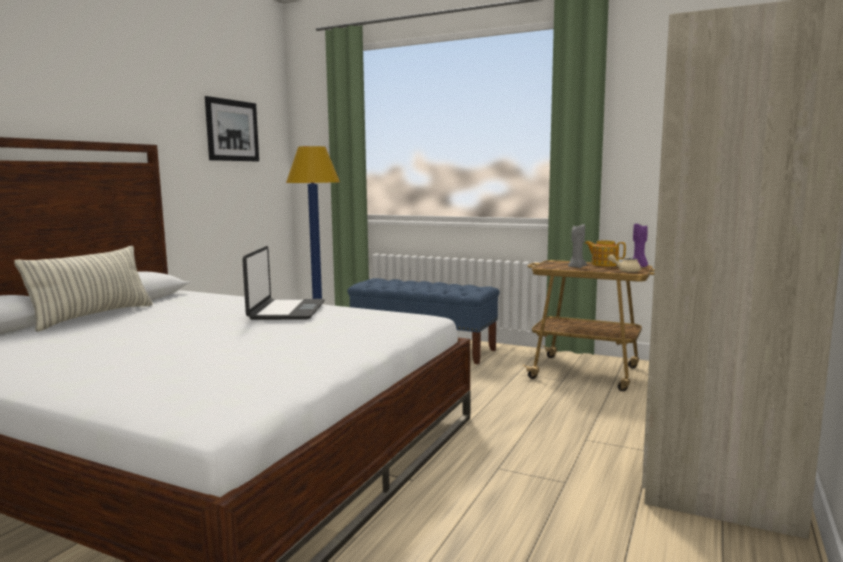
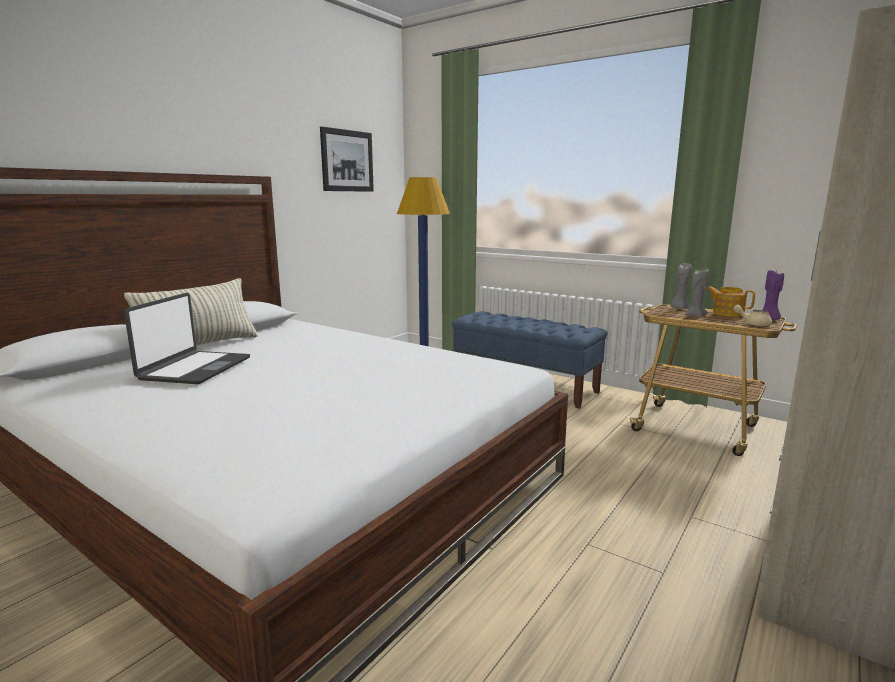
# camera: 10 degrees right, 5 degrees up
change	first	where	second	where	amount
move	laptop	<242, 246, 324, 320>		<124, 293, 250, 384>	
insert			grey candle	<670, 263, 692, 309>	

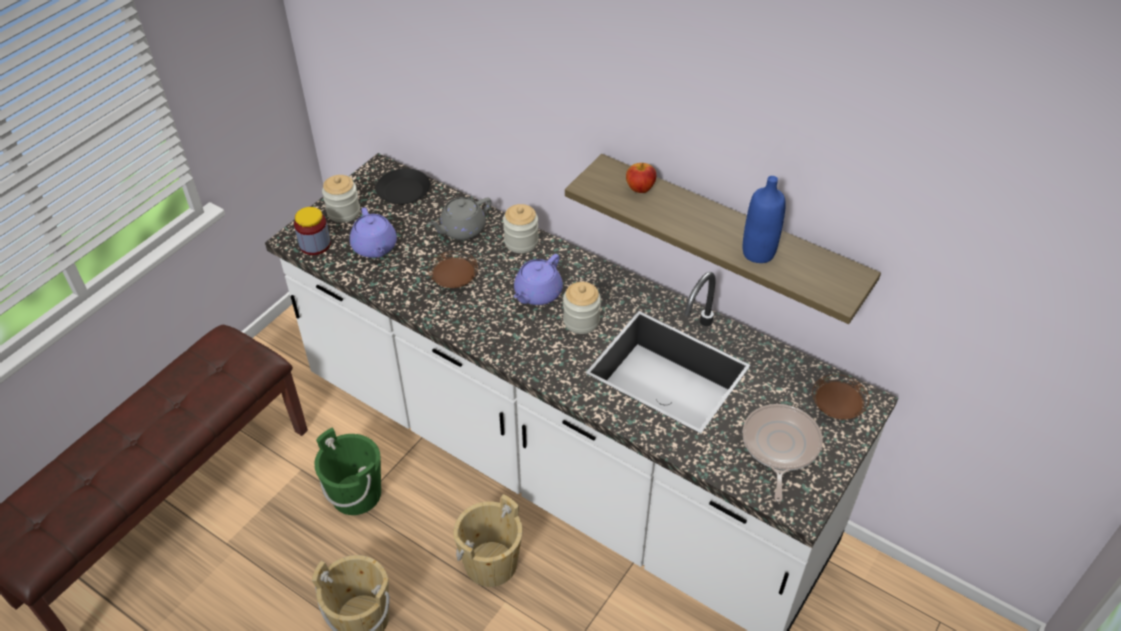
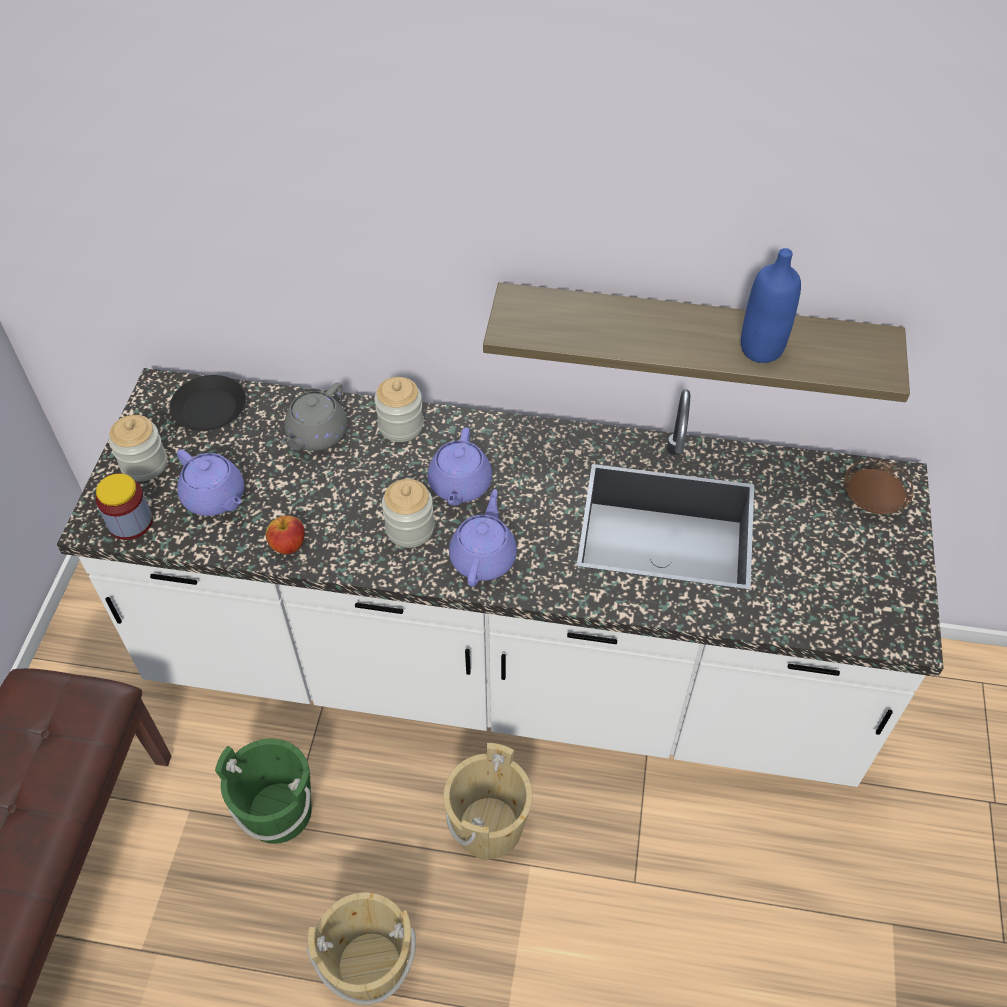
# camera: 25 degrees left, 5 degrees up
change	first	where	second	where	amount
move	apple	<626, 163, 656, 193>		<266, 515, 305, 554>	
move	jar	<563, 282, 601, 334>		<382, 479, 434, 548>	
insert			purple teapot	<449, 489, 517, 587>	
delete	brown plate	<428, 251, 478, 288>			
delete	frying pan	<743, 404, 823, 502>			

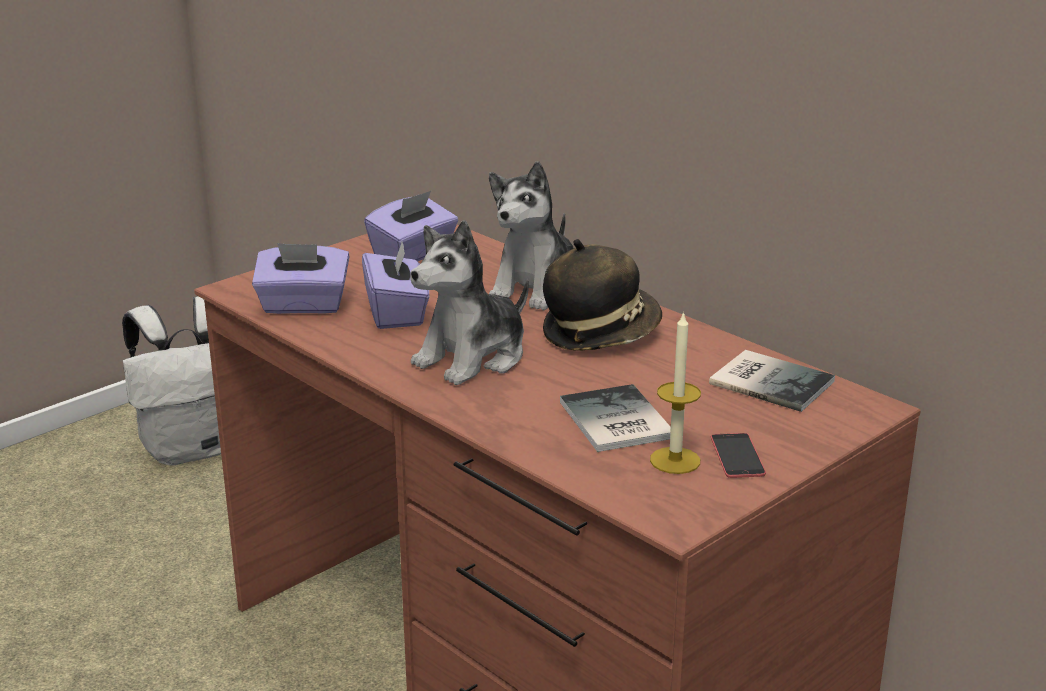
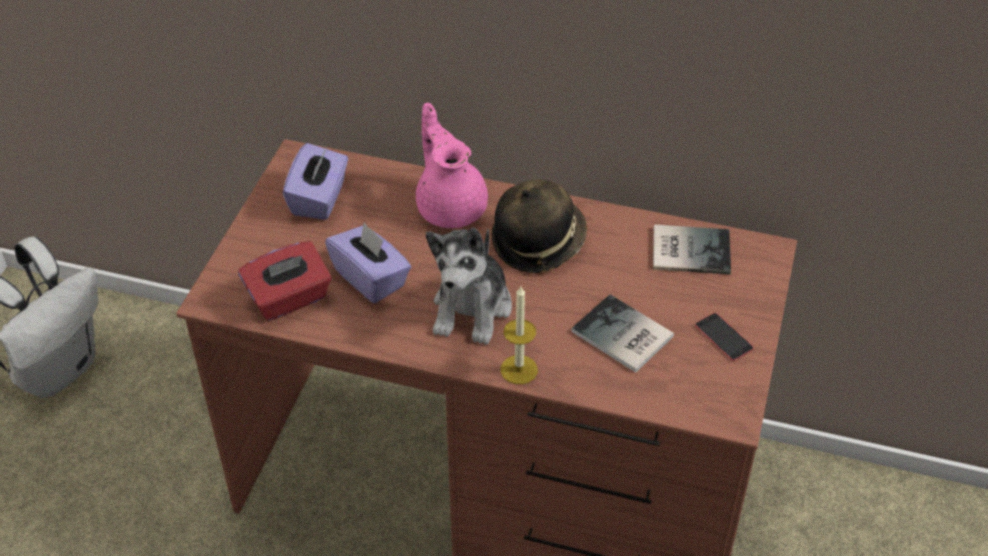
# camera: 30 degrees left, 20 degrees up
change	first	where	second	where	amount
recolor	purple tissue box	<252, 243, 350, 314>	red tissue box	<238, 241, 331, 321>	
replace	plush toy	<489, 161, 574, 311>	pink teapot	<416, 103, 488, 228>	
move	candle	<650, 311, 701, 474>		<501, 287, 538, 384>	

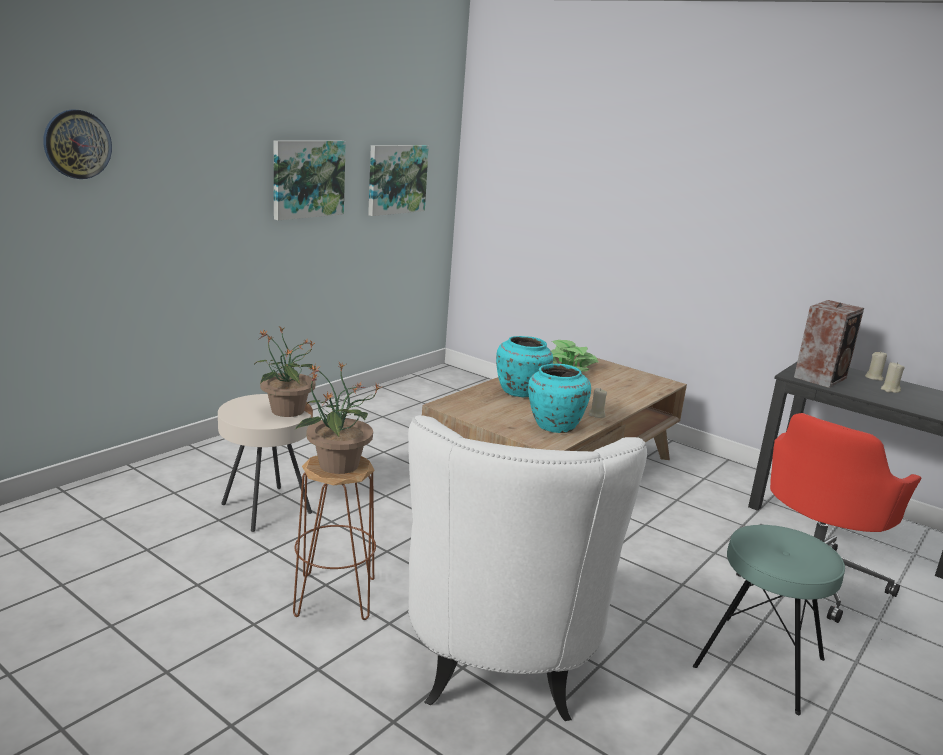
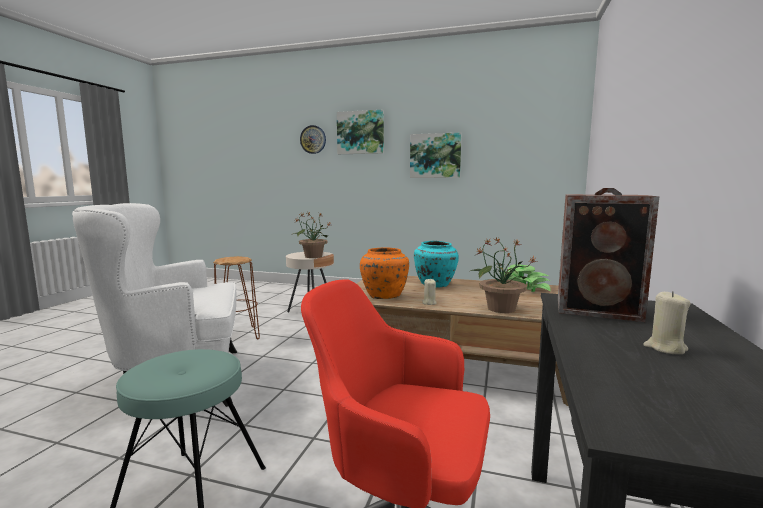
# camera: 70 degrees right, 10 degrees down
change	first	where	second	where	amount
move	picture	<368, 145, 429, 216>		<337, 110, 384, 154>	
recolor	turquoise vase	<528, 364, 591, 433>	orange vase	<360, 248, 409, 299>	
move	potted plant	<295, 361, 381, 474>		<471, 237, 538, 313>	
delete	beige candle	<865, 352, 887, 381>			

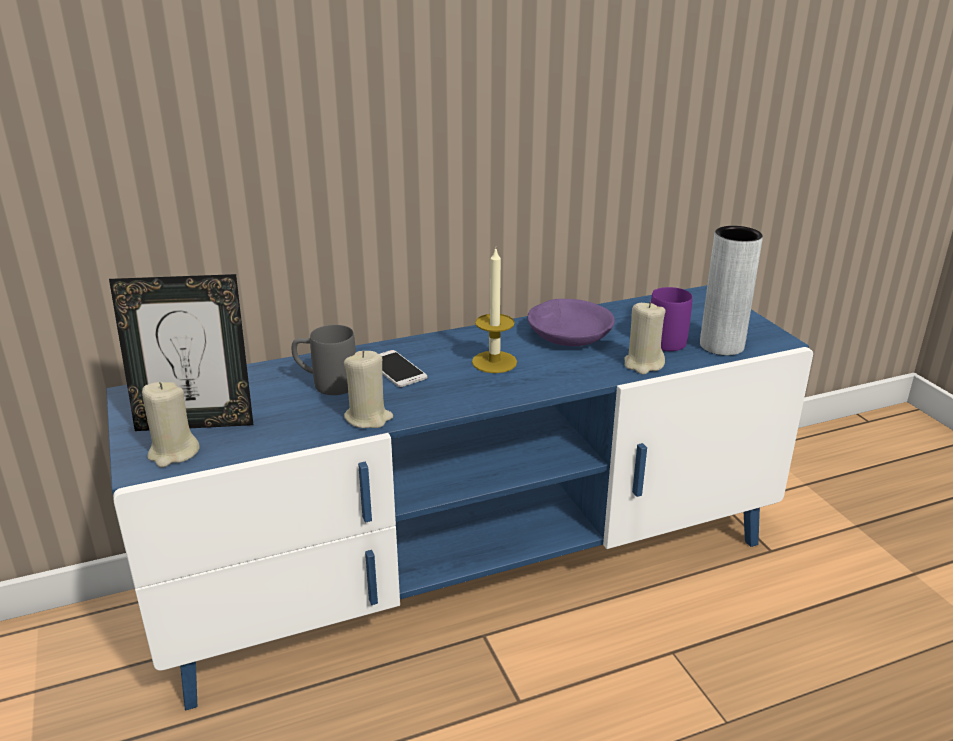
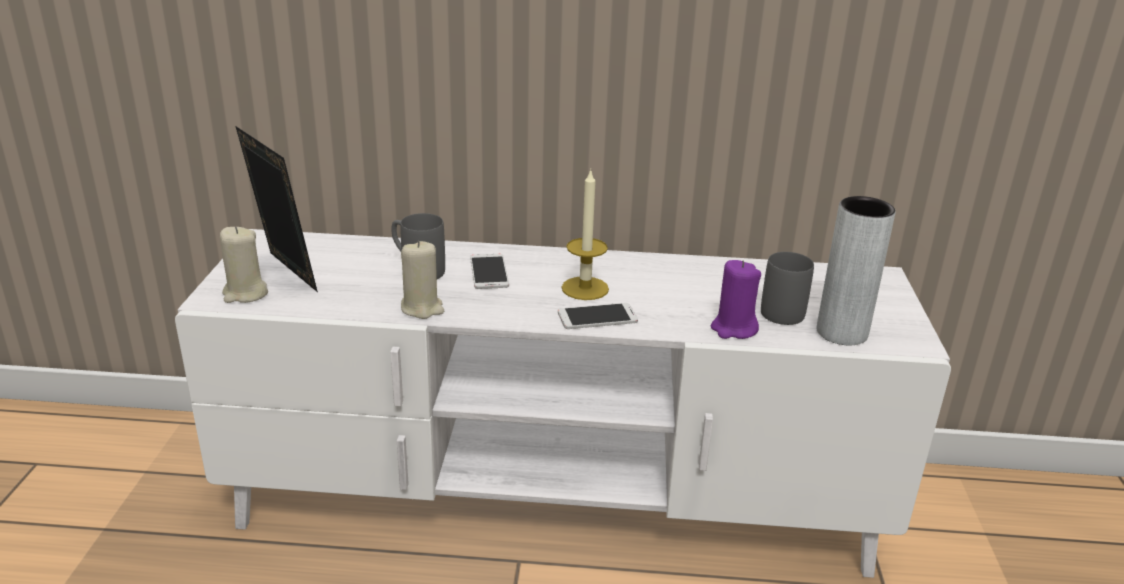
# camera: 25 degrees right, 0 degrees up
change	first	where	second	where	amount
recolor	blue tv stand	<106, 285, 813, 710>	white tv stand	<175, 229, 951, 578>	
rotate	picture frame	<109, 274, 253, 431>		<236, 127, 318, 292>	150 degrees counterclockwise
insert			phone	<558, 303, 638, 329>	
recolor	beige candle	<624, 302, 665, 374>	purple candle	<711, 260, 761, 339>	
recolor	purple mug	<651, 287, 693, 351>	grey mug	<761, 252, 814, 325>	
delete	purple bowl	<528, 299, 615, 346>			

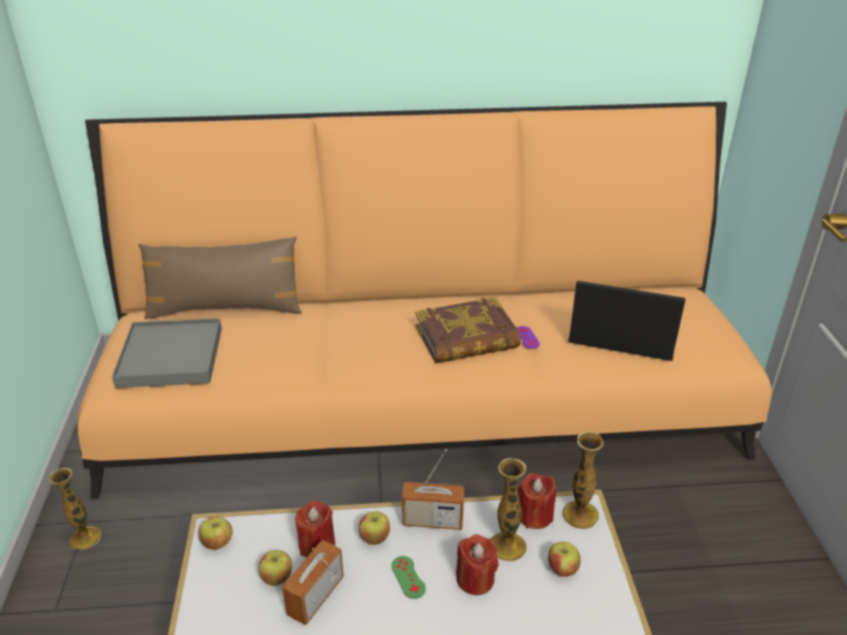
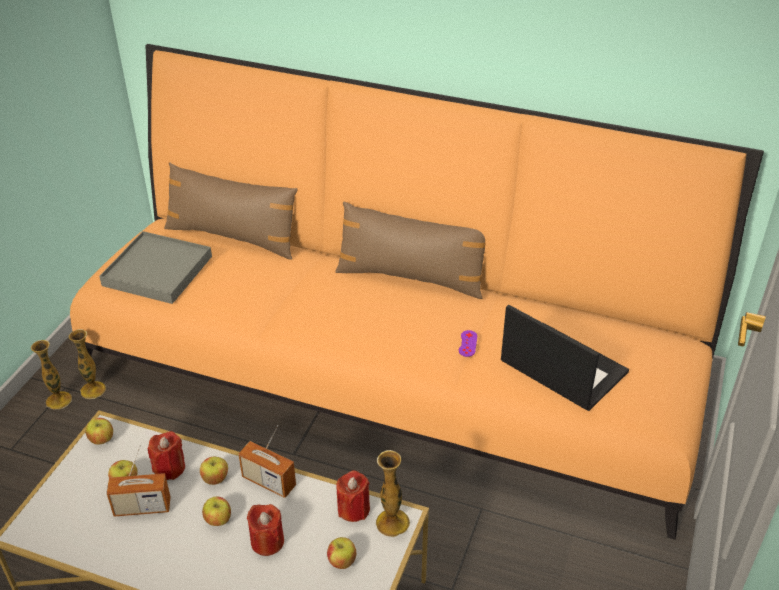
# camera: 25 degrees right, 5 degrees up
change	first	where	second	where	amount
move	vase	<491, 458, 527, 561>		<69, 329, 106, 399>	
rotate	radio	<282, 540, 344, 625>		<107, 444, 171, 517>	150 degrees counterclockwise
replace	green game controller	<391, 556, 426, 599>	apple	<202, 497, 231, 526>	
insert			brown pillow	<335, 202, 485, 299>	
delete	book	<415, 297, 521, 363>			

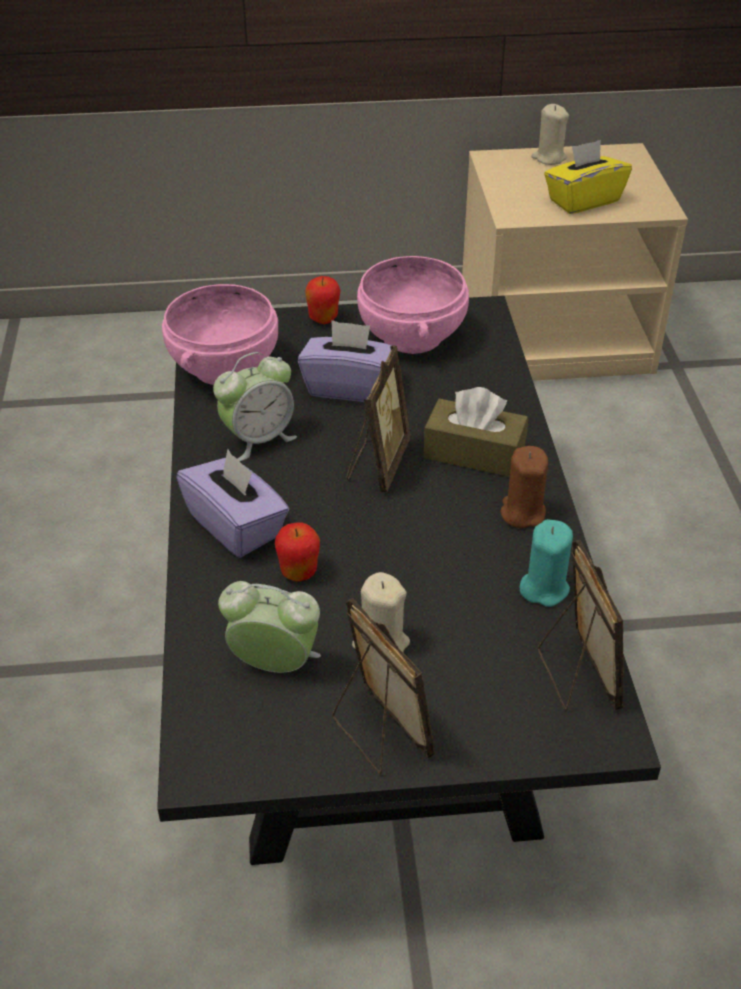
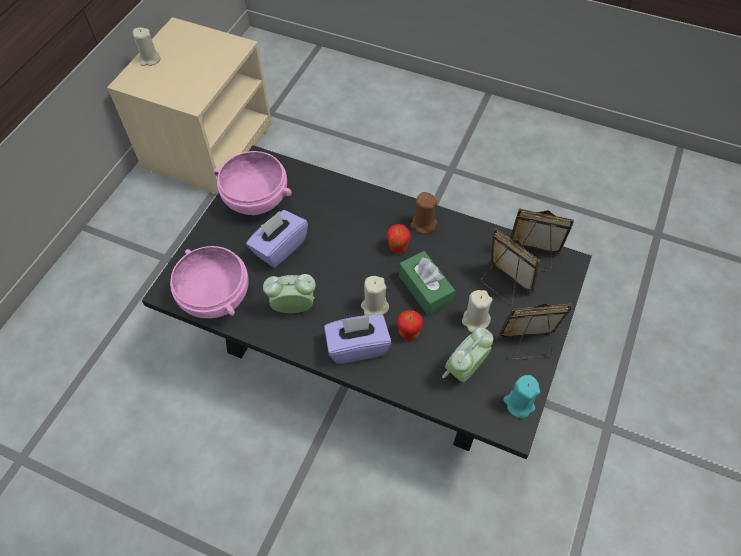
# camera: 60 degrees left, 15 degrees up
change	first	where	second	where	amount
rotate	alarm clock	<213, 352, 297, 461>		<263, 274, 316, 313>	90 degrees counterclockwise
insert			beige candle	<361, 276, 389, 315>	
move	apple	<305, 276, 340, 324>		<387, 224, 411, 254>	
insert			green tissue box	<399, 251, 455, 316>	
move	picture frame	<347, 346, 411, 492>		<481, 228, 540, 305>	
move	turquoise candle	<520, 519, 573, 607>		<503, 375, 540, 418>	
delete	brown tissue box	<424, 387, 528, 477>			
delete	yellow tissue box	<544, 140, 632, 214>			

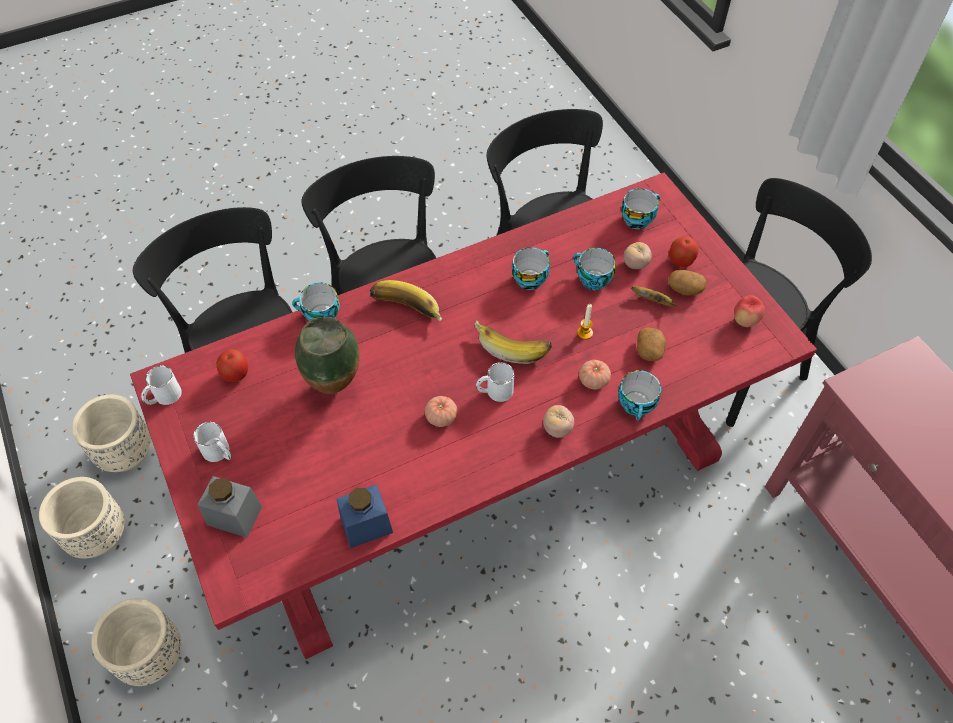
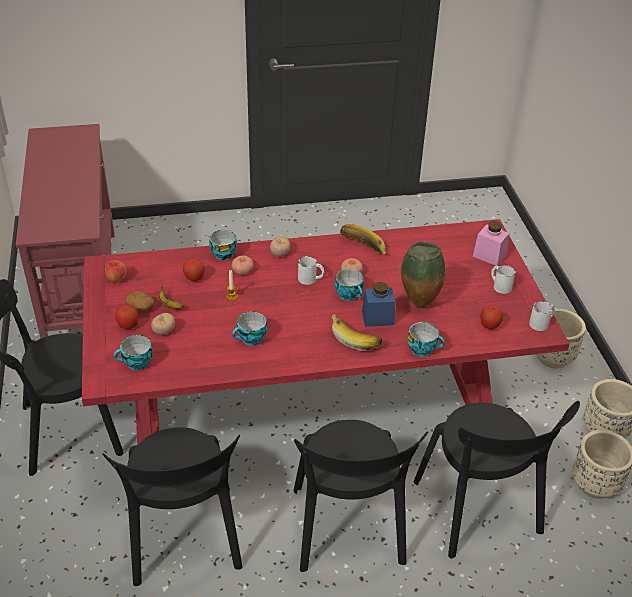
# camera: 165 degrees left, 15 degrees down
change	first	where	second	where	amount
replace	potato	<637, 327, 666, 361>	apple	<183, 258, 205, 281>	
move	cup	<573, 248, 616, 290>		<335, 269, 364, 301>	
move	banana	<475, 321, 552, 364>		<340, 224, 386, 254>	
move	blue jar	<336, 484, 393, 548>		<362, 282, 395, 327>	
recolor	grey jar	<197, 476, 262, 538>	pink jar	<473, 221, 509, 266>	

